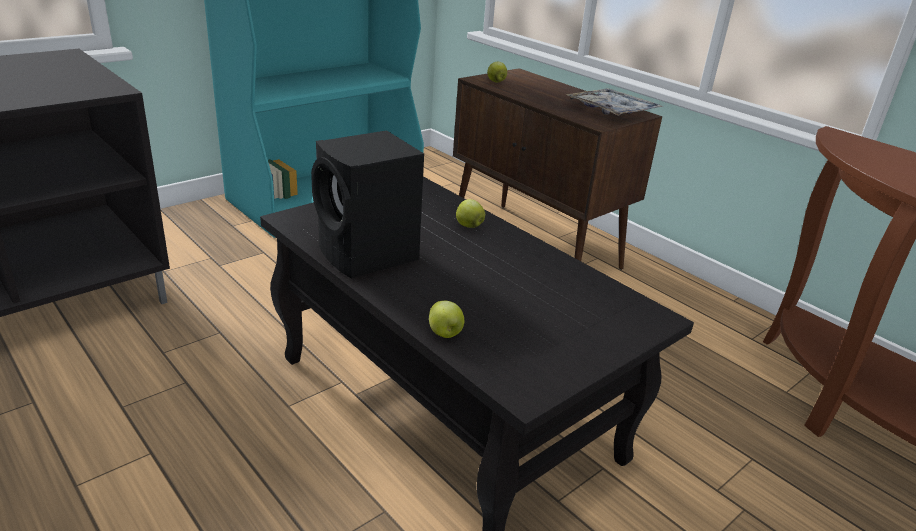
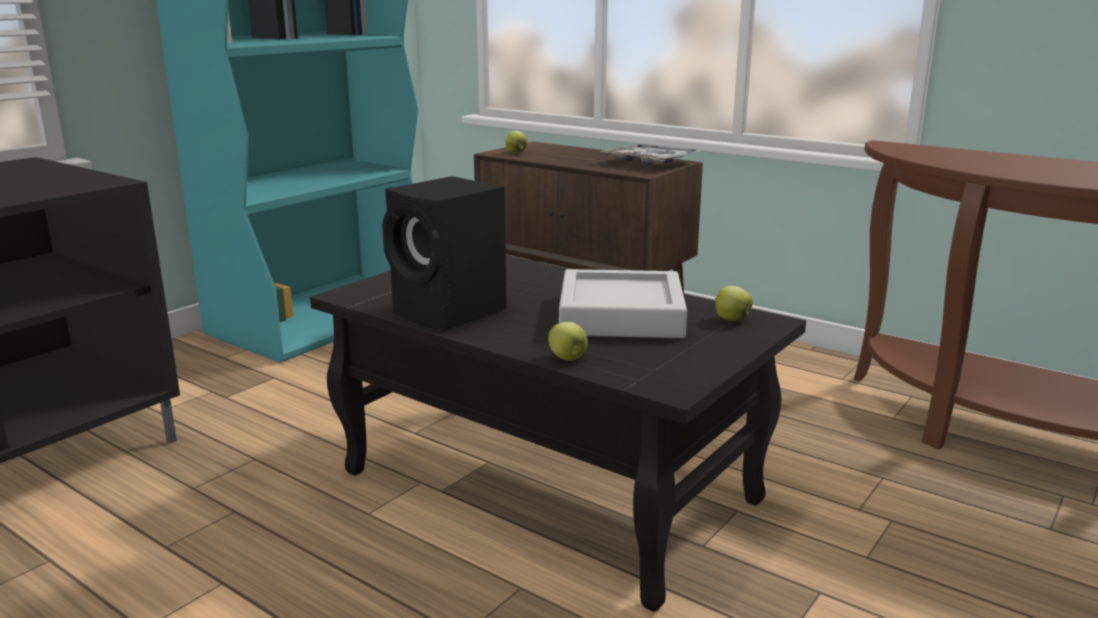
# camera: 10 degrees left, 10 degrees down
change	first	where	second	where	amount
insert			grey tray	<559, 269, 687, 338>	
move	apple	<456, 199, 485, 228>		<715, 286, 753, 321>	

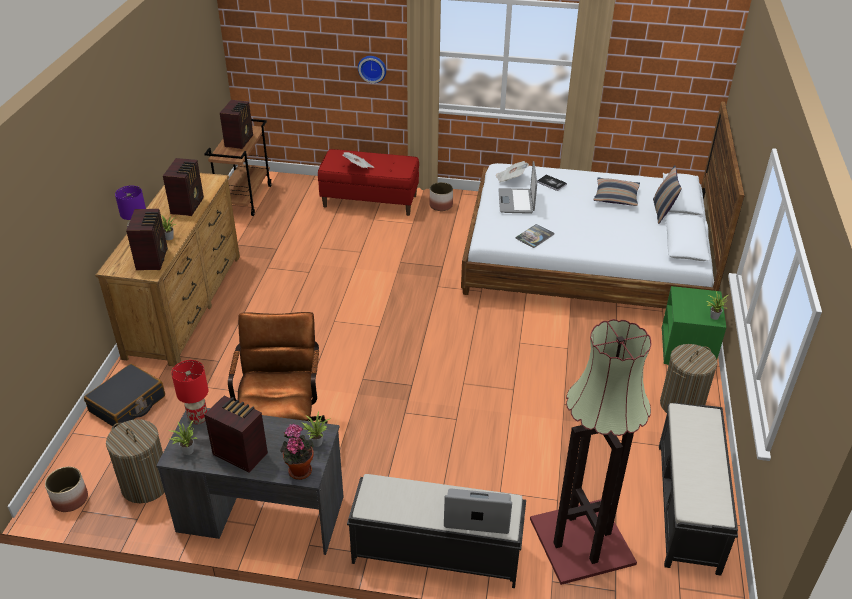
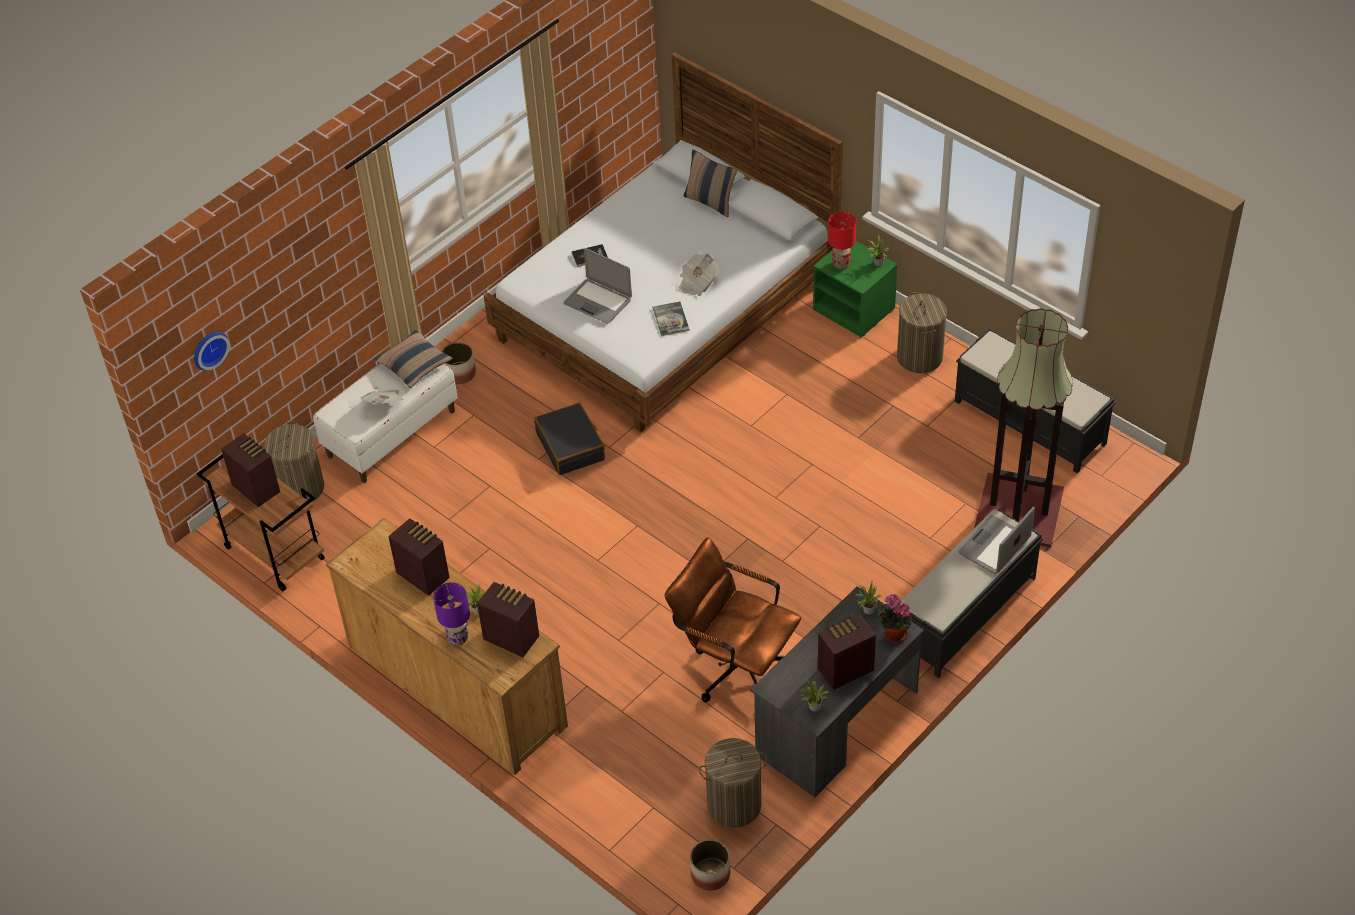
# camera: 55 degrees left, 10 degrees up
change	first	where	second	where	amount
move	wall clock	<358, 56, 386, 83>		<194, 332, 230, 370>	
insert			laundry basket	<264, 421, 324, 503>	
recolor	red bench	<318, 149, 419, 216>	white bench	<313, 363, 458, 483>	
move	pillow	<593, 177, 640, 206>		<374, 330, 452, 388>	
move	black suitcase	<84, 364, 165, 428>		<534, 403, 605, 475>	
move	newspaper	<496, 161, 529, 183>		<678, 254, 719, 296>	
move	red table lamp	<171, 360, 208, 424>		<828, 211, 856, 269>	

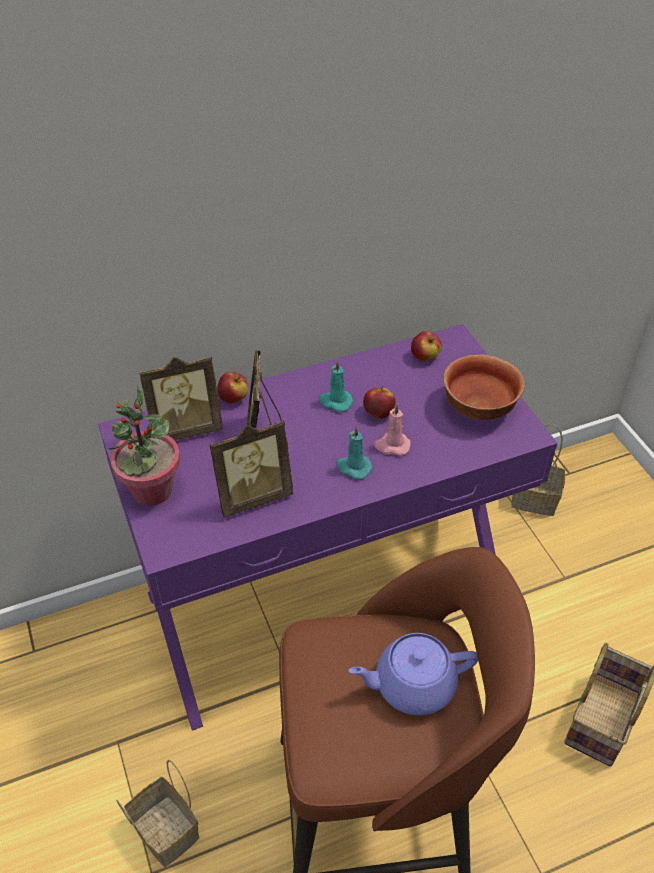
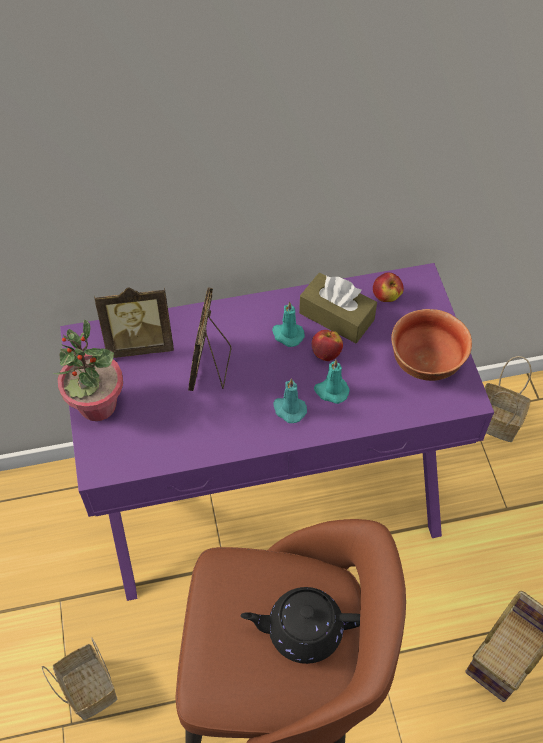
# camera: 10 degrees right, 10 degrees up
change	first	where	second	where	amount
recolor	purple teapot	<349, 633, 478, 716>	black teapot	<241, 587, 360, 664>	
insert			brown tissue box	<299, 273, 377, 343>	
recolor	pink candle	<374, 404, 411, 456>	turquoise candle	<314, 359, 350, 404>	
delete	picture frame	<209, 420, 293, 518>			
delete	apple	<217, 372, 248, 404>			

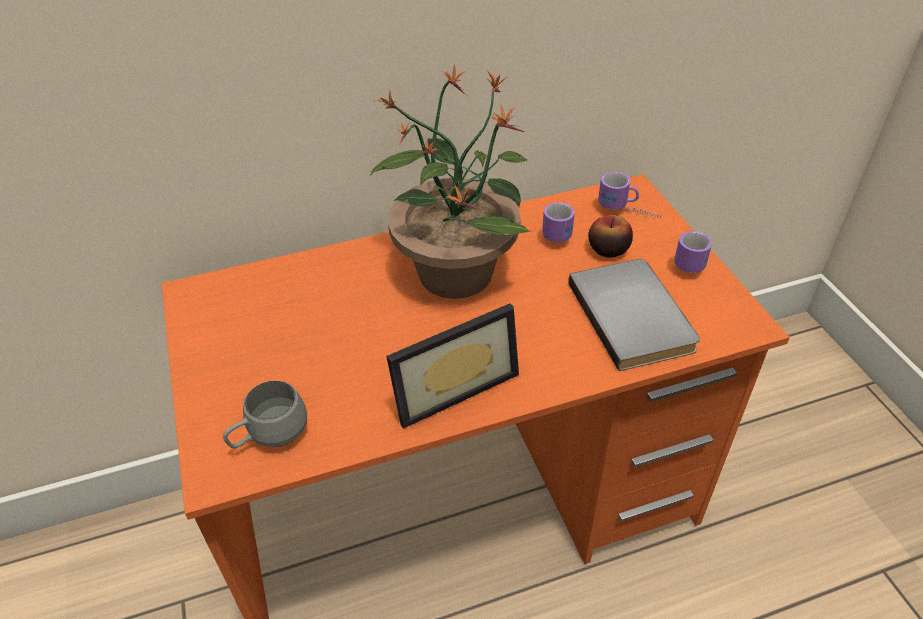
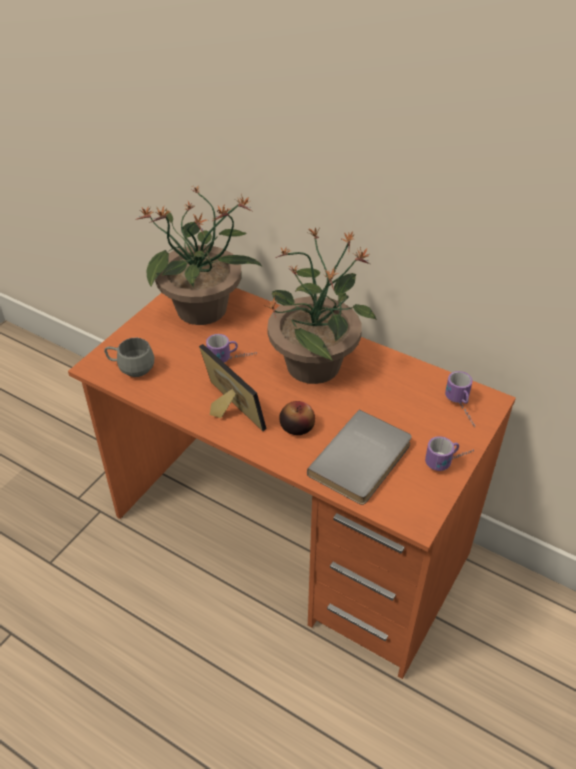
# camera: 50 degrees right, 0 degrees up
change	first	where	second	where	amount
insert			potted plant	<135, 185, 262, 325>	
rotate	picture frame	<386, 303, 519, 428>		<199, 344, 266, 431>	150 degrees counterclockwise
move	mug	<542, 203, 575, 242>		<206, 334, 257, 362>	
move	apple	<588, 215, 633, 257>		<279, 401, 315, 435>	

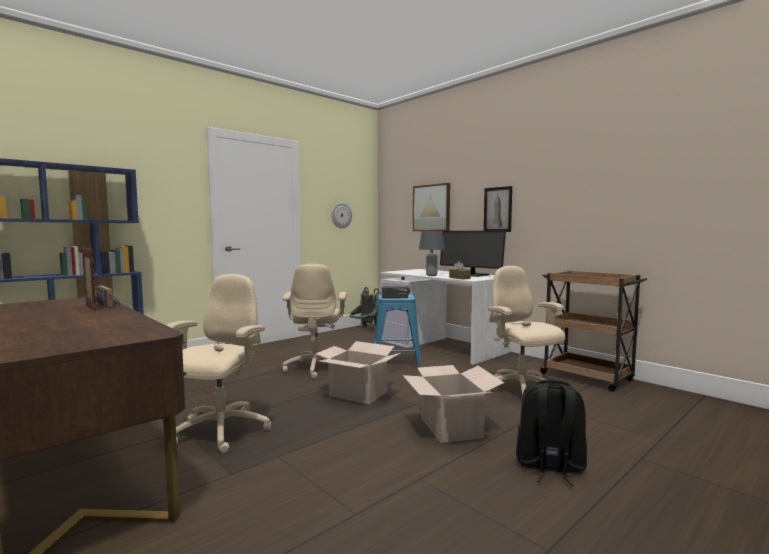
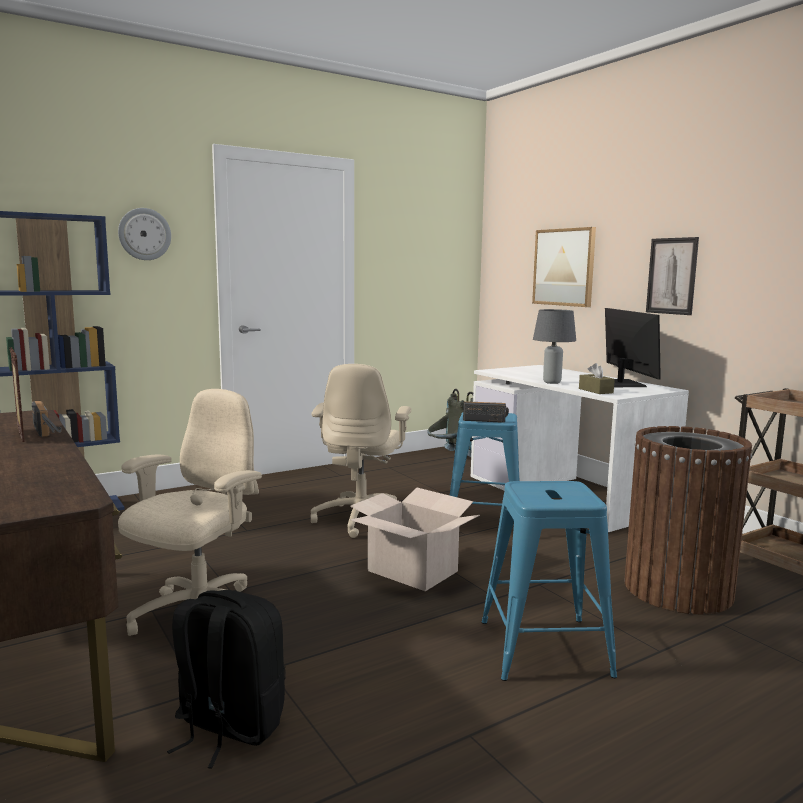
# camera: 10 degrees right, 5 degrees up
change	first	where	second	where	amount
move	wall clock	<332, 203, 352, 228>		<118, 208, 171, 260>	
move	black backpack	<516, 380, 587, 486>		<167, 590, 286, 769>	
replace	cardboard box	<403, 365, 504, 443>	blue stool	<481, 481, 617, 681>	
rotate	monitor	<440, 231, 506, 277>		<605, 308, 661, 387>	150 degrees counterclockwise
replace	beige office chair	<486, 266, 566, 397>	brown trash can	<624, 426, 752, 614>	

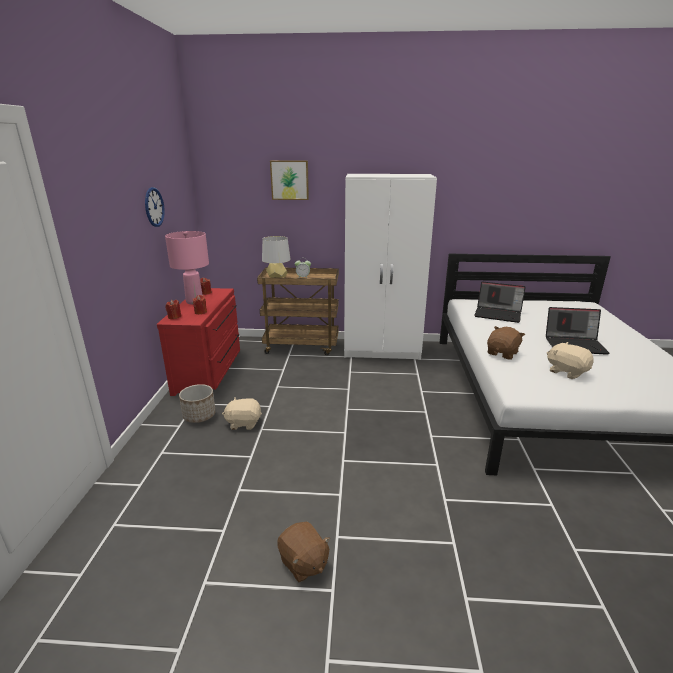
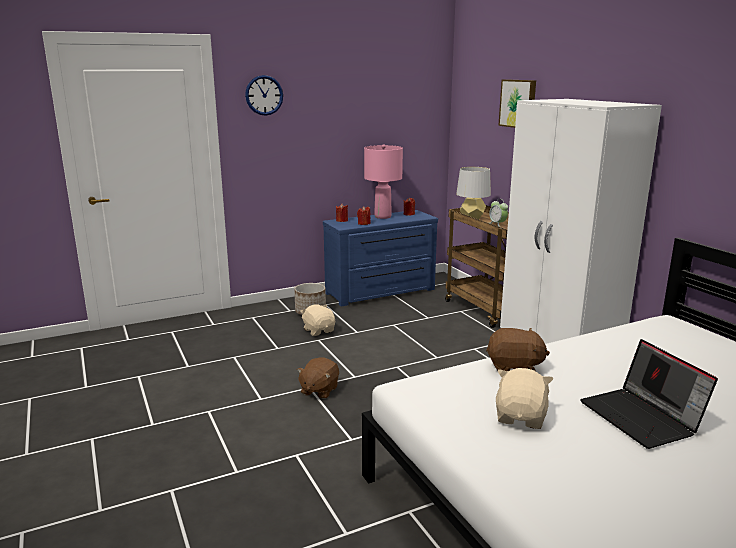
# camera: 60 degrees right, 5 degrees down
change	first	where	second	where	amount
move	wall clock	<145, 187, 165, 227>		<245, 75, 283, 116>	
move	brown plush toy	<277, 522, 331, 582>		<297, 358, 339, 399>	
recolor	red dresser	<157, 288, 240, 396>	blue dresser	<323, 210, 438, 307>	
delete	laptop	<474, 282, 526, 323>			

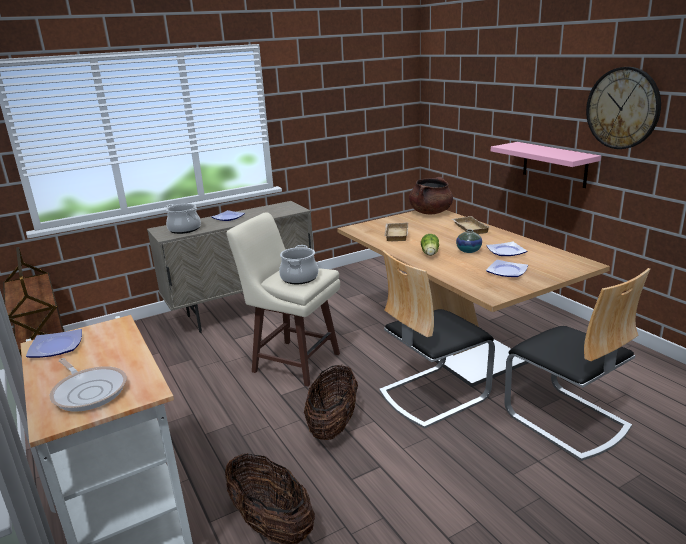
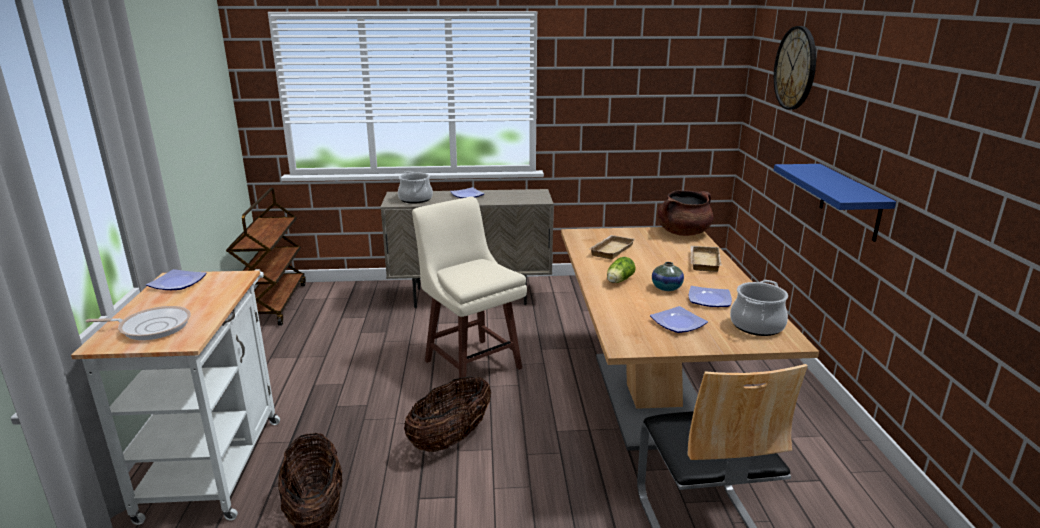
# camera: 25 degrees right, 0 degrees up
change	first	where	second	where	amount
rotate	frying pan	<50, 358, 127, 412>		<86, 306, 191, 340>	75 degrees counterclockwise
move	cooking pot	<279, 245, 318, 284>		<730, 280, 788, 336>	
move	wall clock	<586, 67, 661, 149>		<774, 26, 816, 110>	
recolor	pink shelf	<491, 142, 601, 188>	blue shelf	<774, 164, 896, 242>	
delete	chair	<379, 250, 495, 429>			

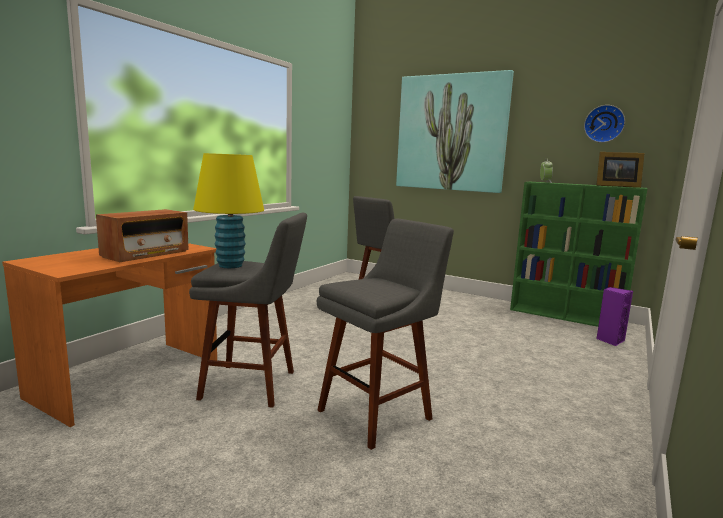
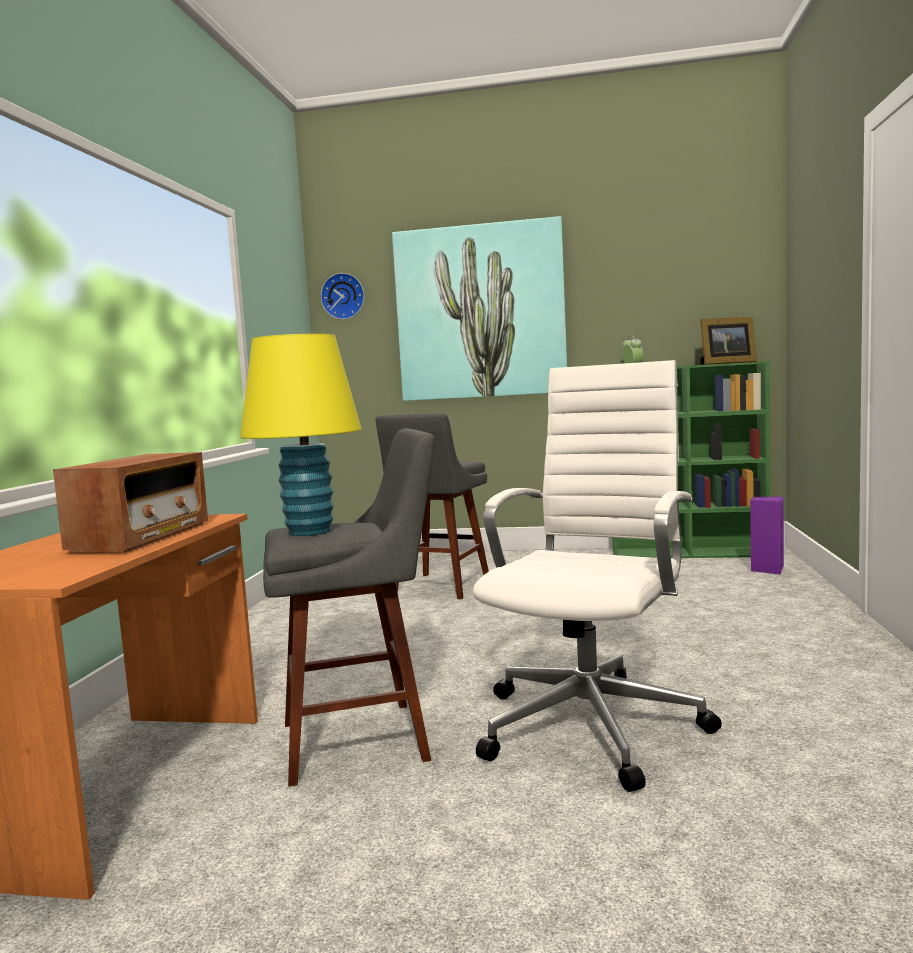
# camera: 20 degrees left, 5 degrees down
change	first	where	second	where	amount
move	wall clock	<584, 105, 625, 143>		<321, 273, 364, 320>	
replace	grey stool	<317, 219, 454, 450>	white office chair	<473, 360, 722, 792>	

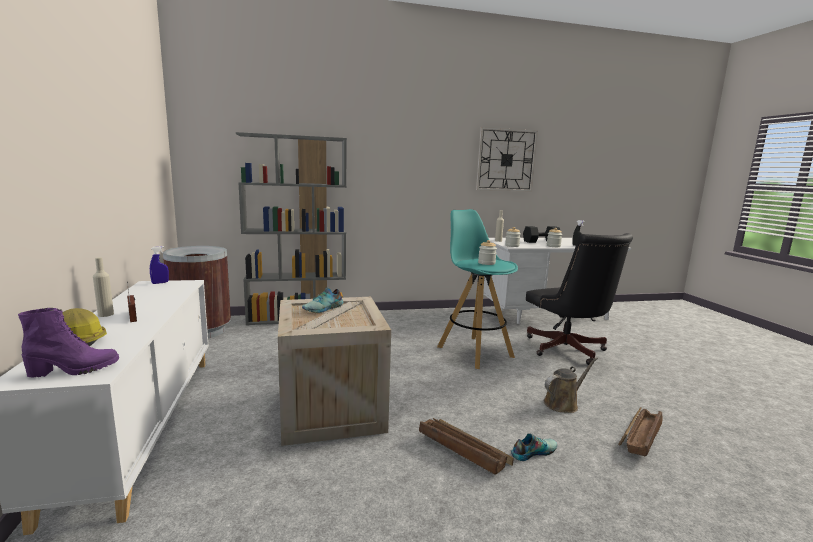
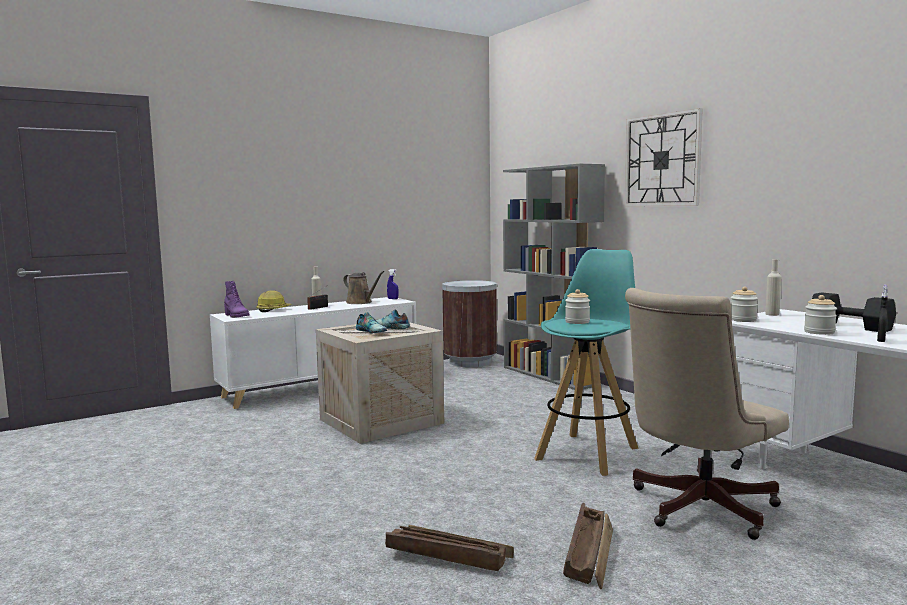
# camera: 70 degrees right, 5 degrees down
change	first	where	second	where	amount
move	brown watering can	<544, 357, 598, 413>		<343, 271, 384, 304>	
move	shoe	<511, 433, 557, 461>		<356, 312, 387, 334>	
move	crate	<419, 418, 514, 475>		<563, 503, 613, 589>	
move	wall clock	<476, 127, 538, 192>		<625, 108, 703, 206>	
recolor	black office chair	<526, 233, 633, 365>	beige office chair	<625, 288, 789, 540>	

